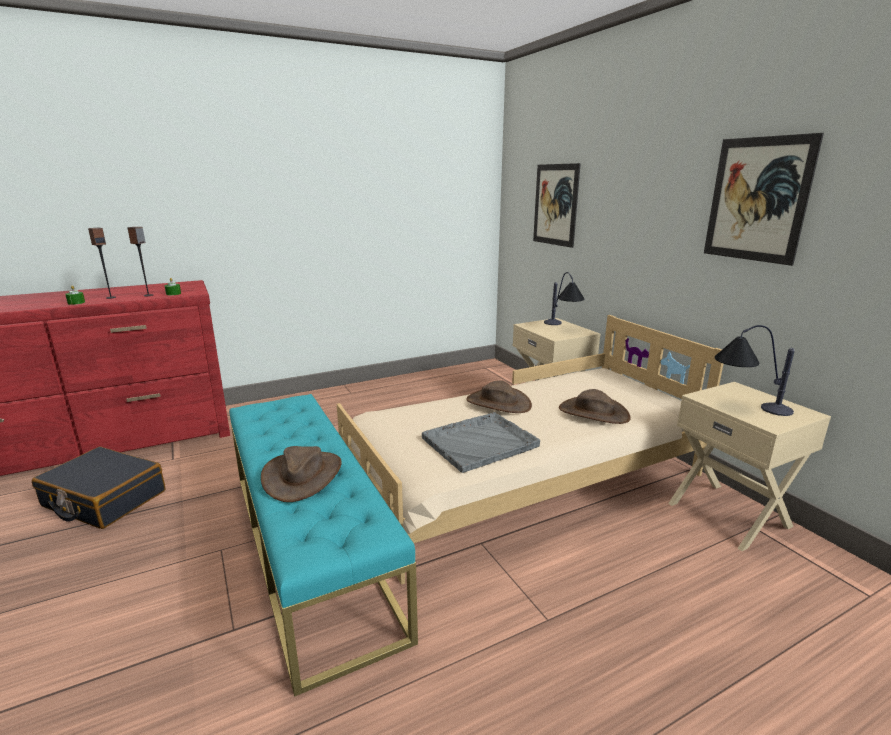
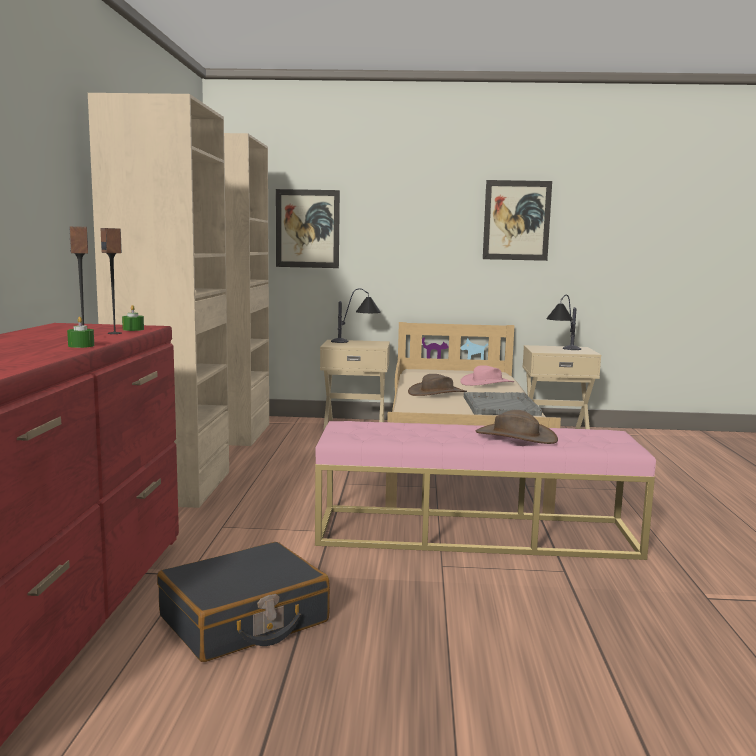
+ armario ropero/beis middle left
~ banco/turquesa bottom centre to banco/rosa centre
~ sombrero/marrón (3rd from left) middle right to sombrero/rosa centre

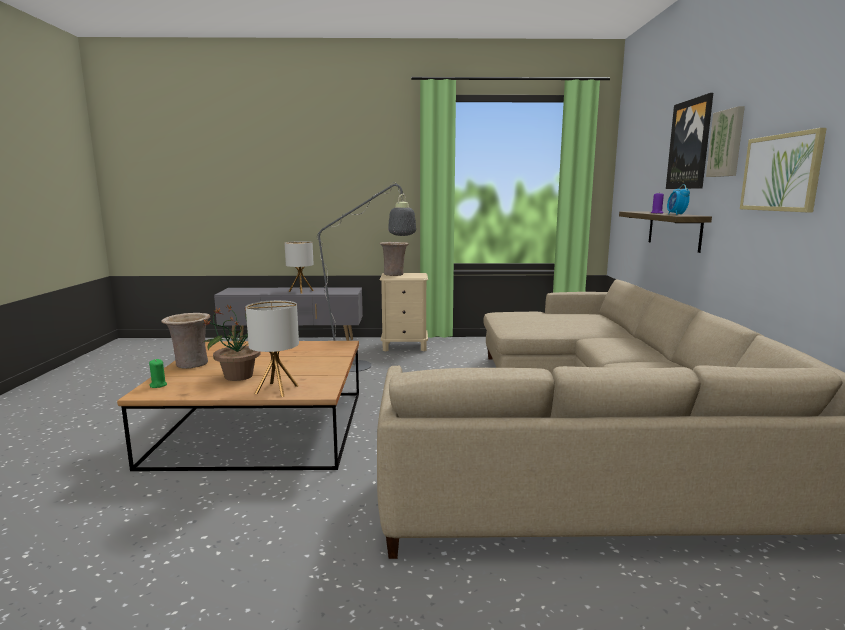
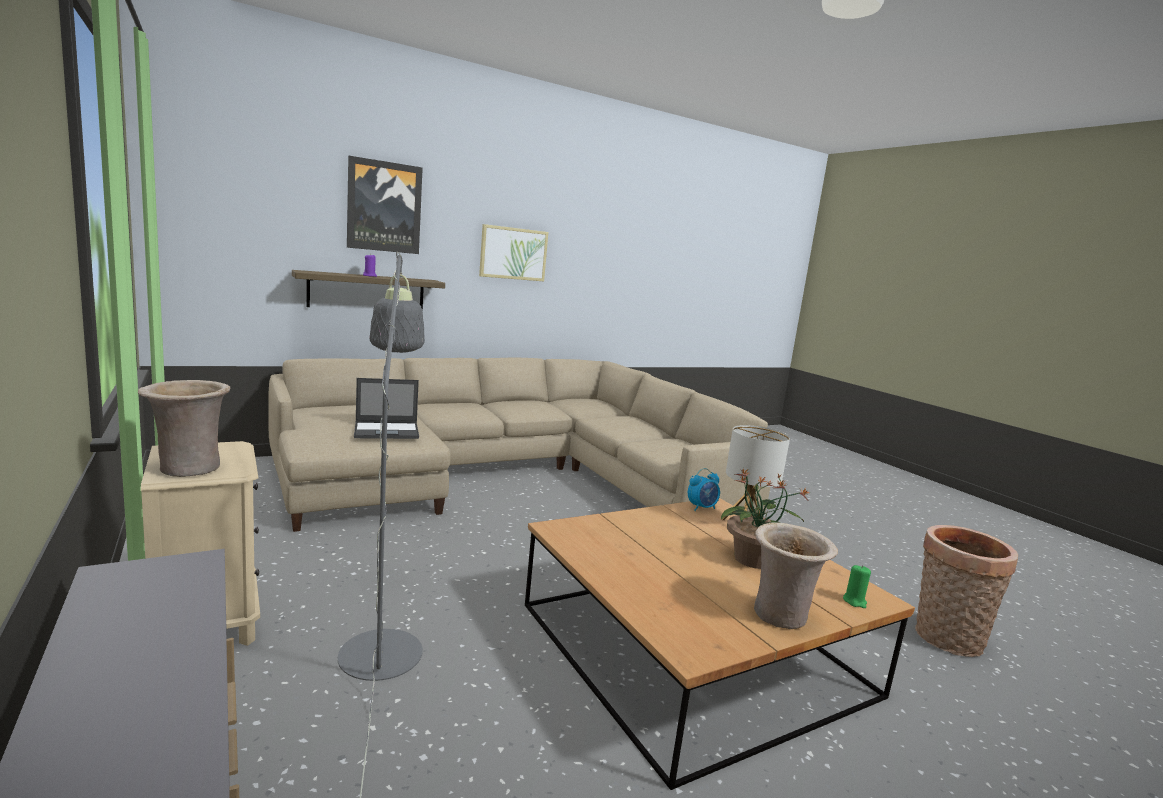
- lámpara de mesa (2nd from left) centre
- cuadro (2nd from left) top right
+ portátil middle left
+ cesta bottom right
~ despertador top right to centre

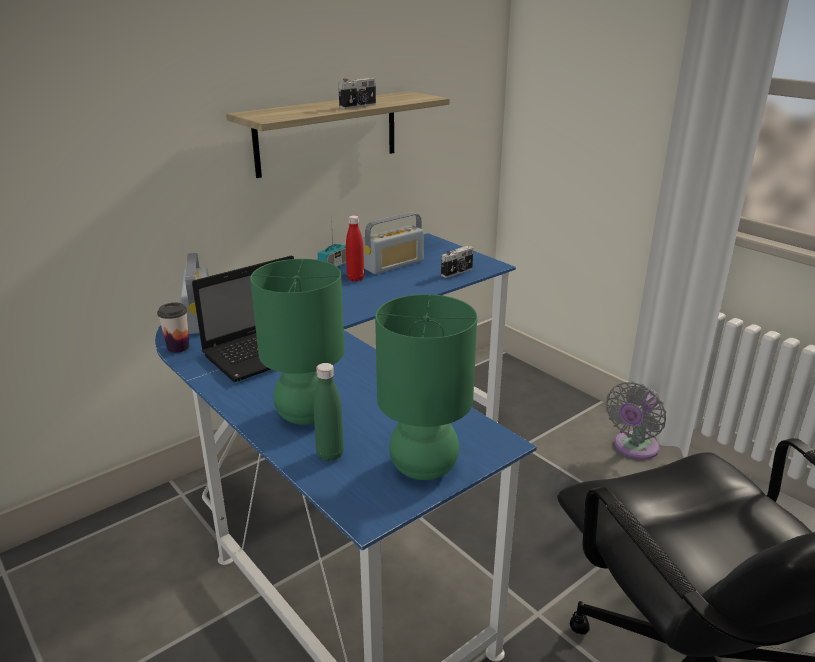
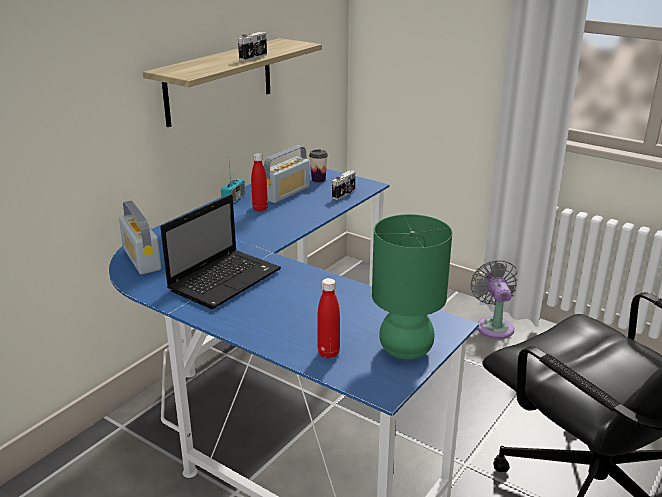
- lámpara de mesa/verde (1st from left) centre
~ taza middle left to centre
~ botella/verde centre to botella/rojo (2nd from left) centre
~ ventilador/gris middle right = middle right 150 degrees clockwise

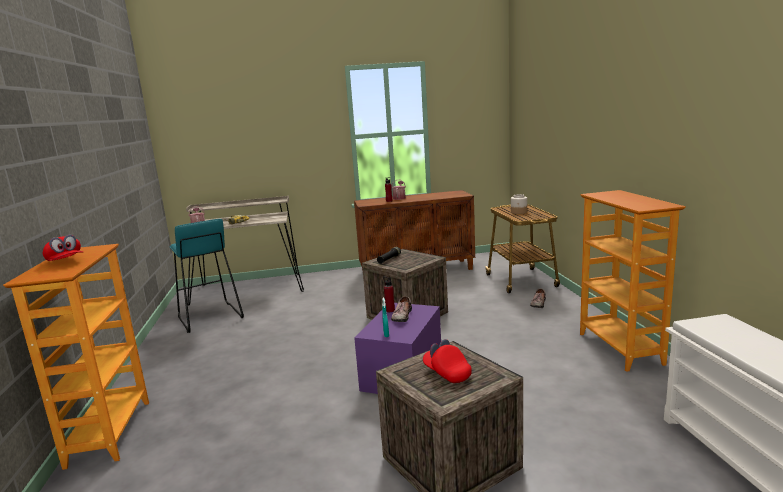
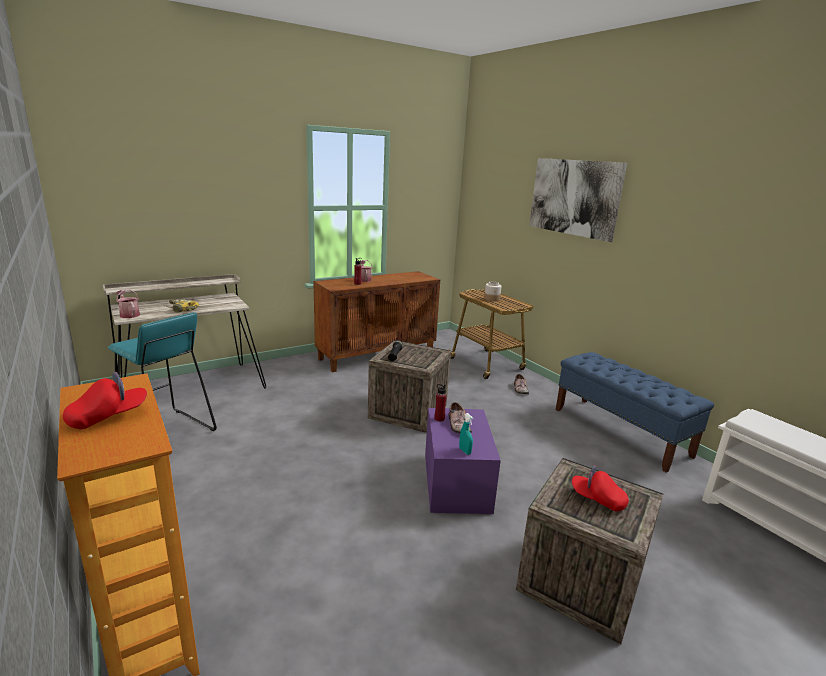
+ cuadro top right
~ estantería (2nd from left) middle right to banco/azul middle right
~ gorra/rojo (1st from left) middle left = middle left 60 degrees counterclockwise

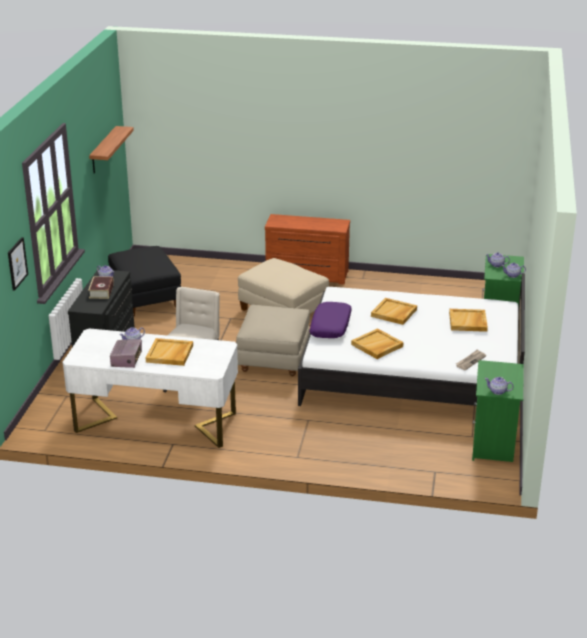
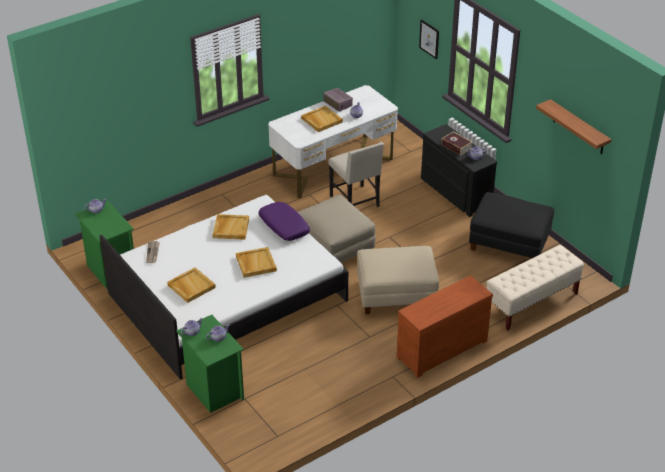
+ banco/beis middle right

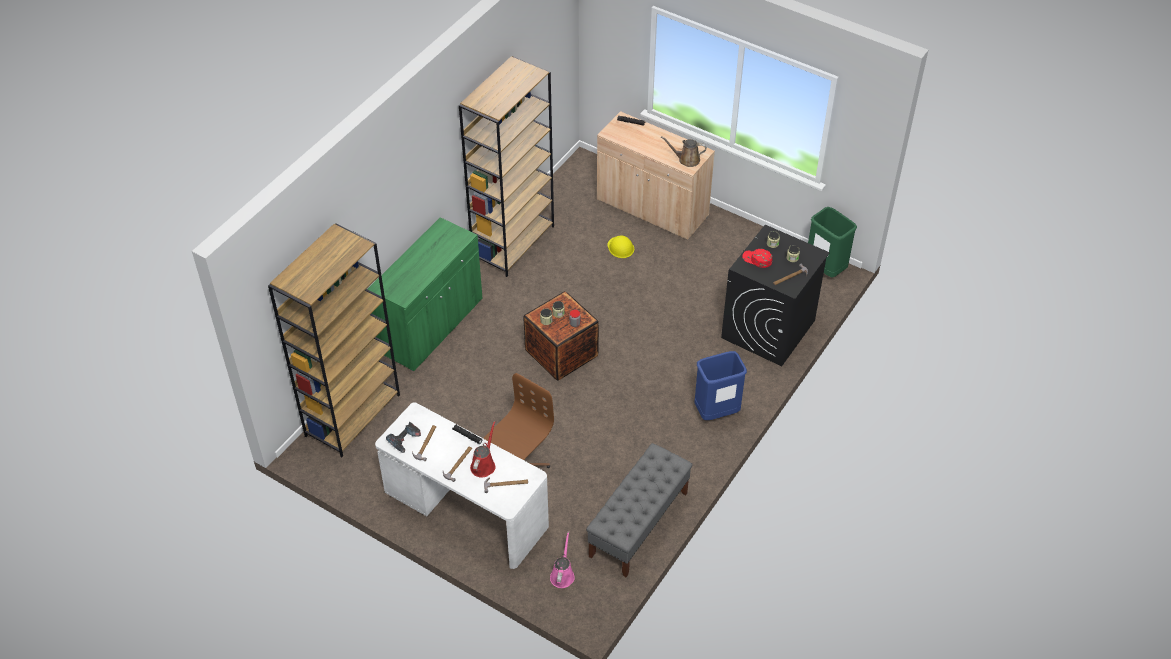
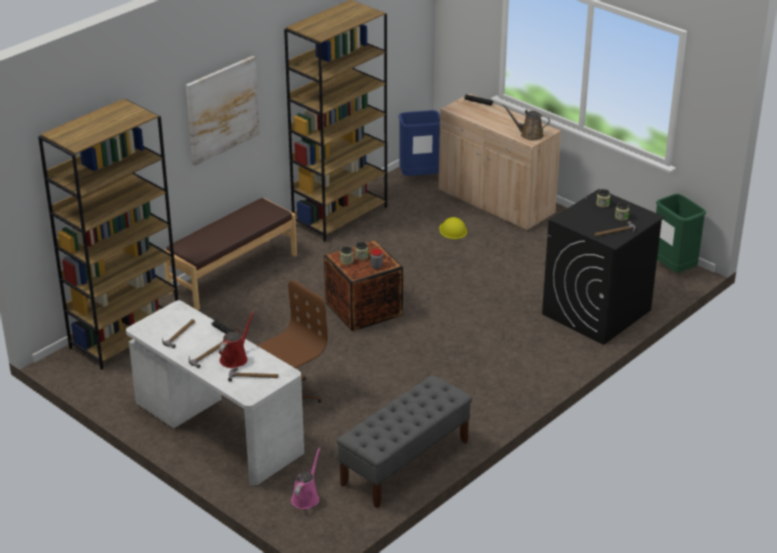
- taladro centre
- gorra/rojo centre
+ cuadro top left
~ papelera/azul centre to top centre
~ armario/verde centre to banco/marrón middle left

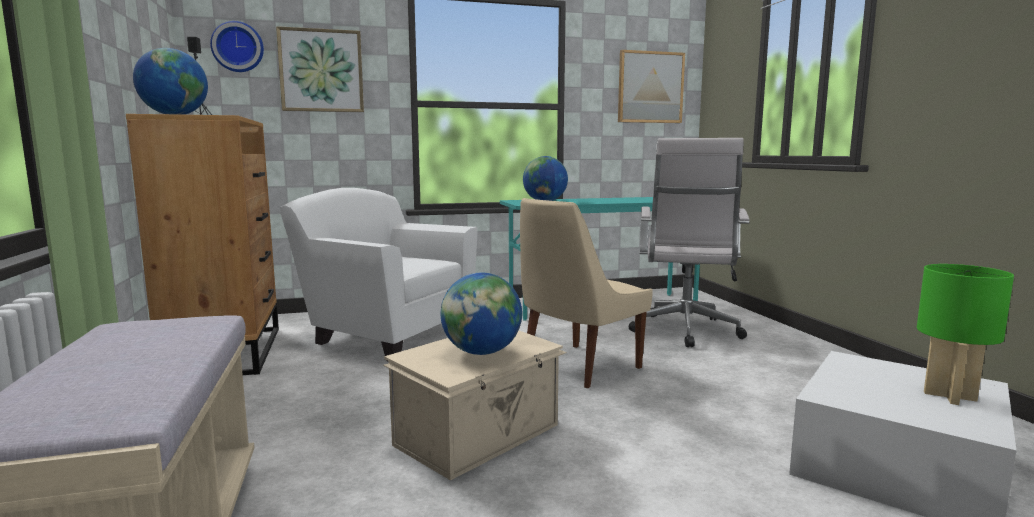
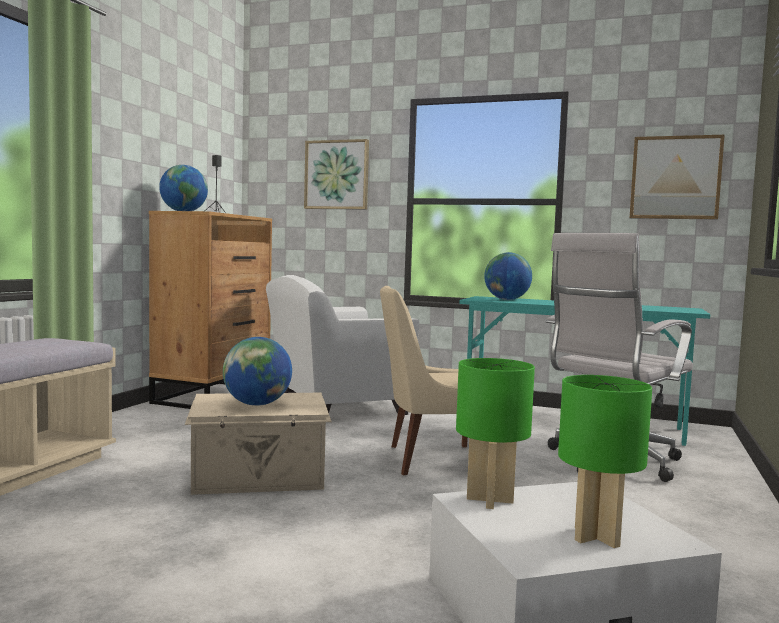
- reloj de pared top left
+ lámpara de mesa/verde (1st from left) bottom centre
~ sillón/blanco centre = centre 90 degrees counterclockwise

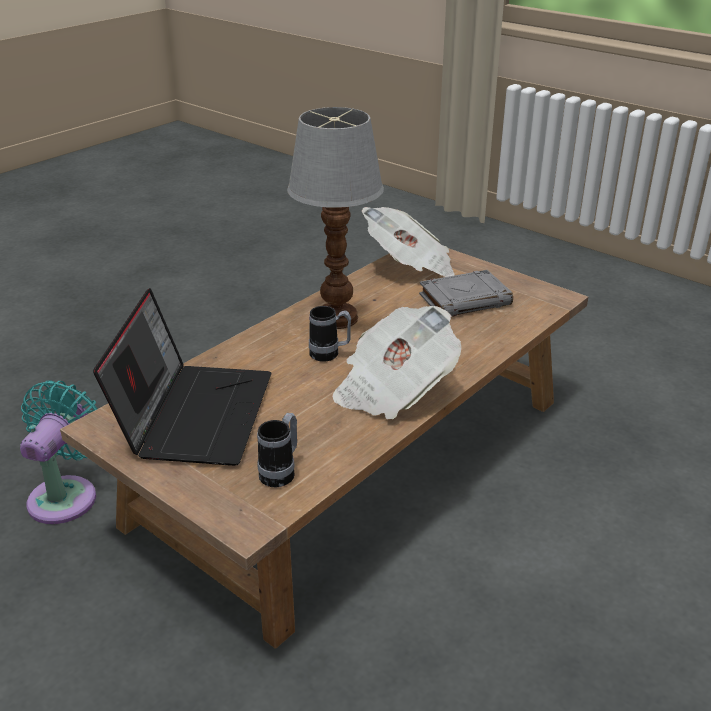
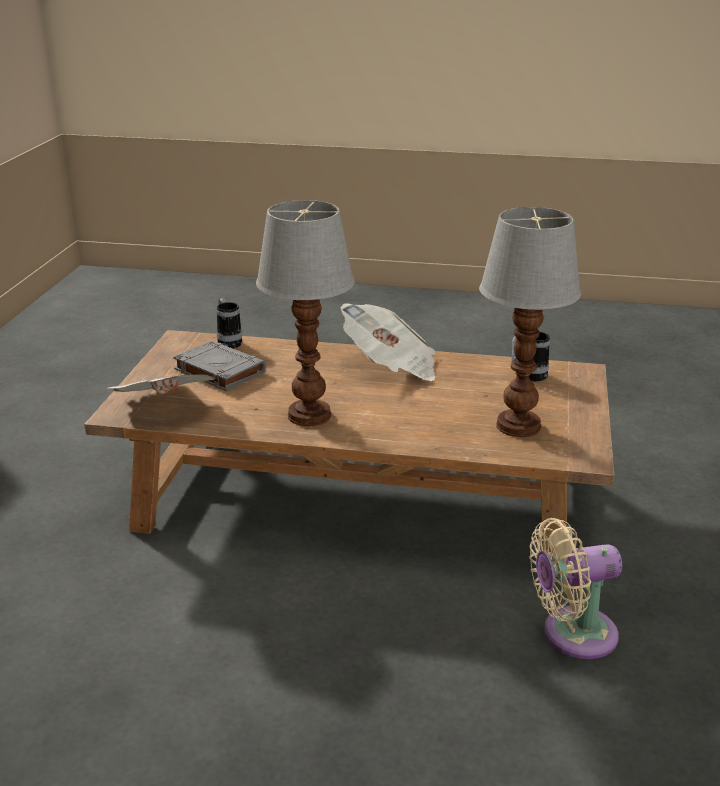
~ taza grande (2nd from left in the first image) centre to taza grande (1st from left) middle left
~ portátil middle left to lámpara de mesa (2nd from left) middle right
~ ventilador/turquesa middle left to ventilador/beis bottom right

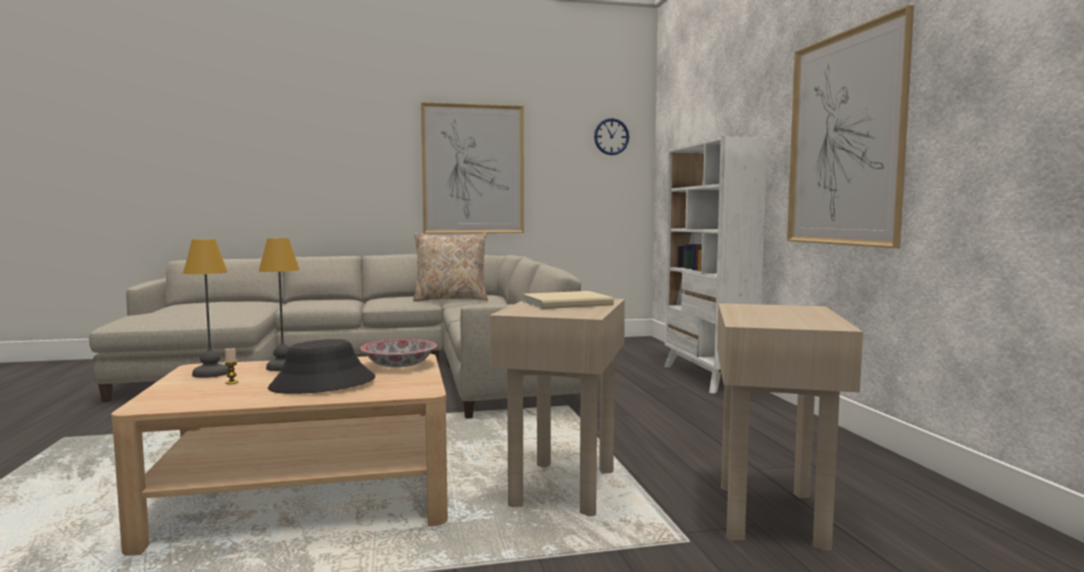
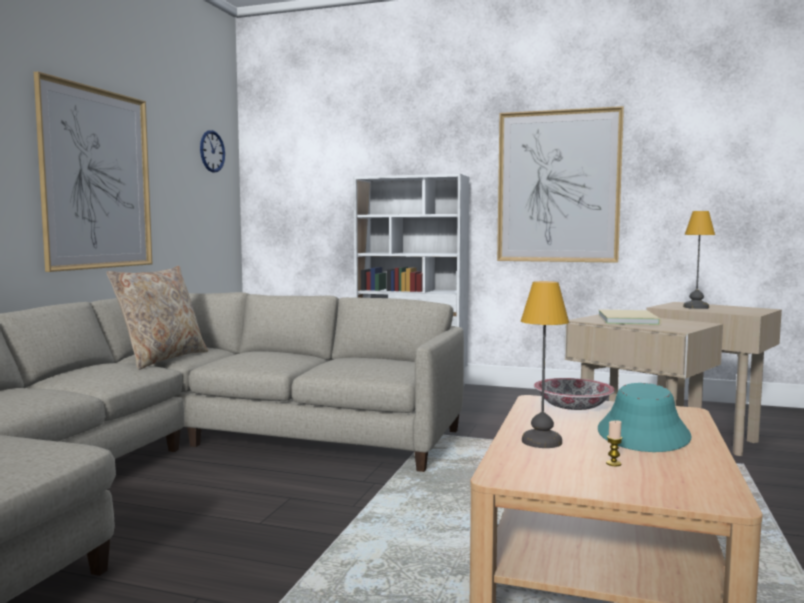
~ lámpara de mesa (1st from left in the first image) middle left to lámpara de mesa (2nd from left) middle right
~ sombrero/negro middle left to sombrero/turquesa bottom right

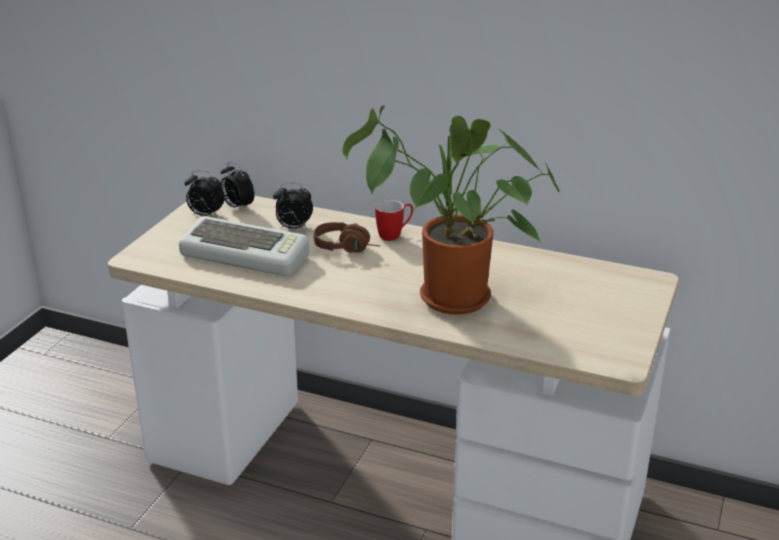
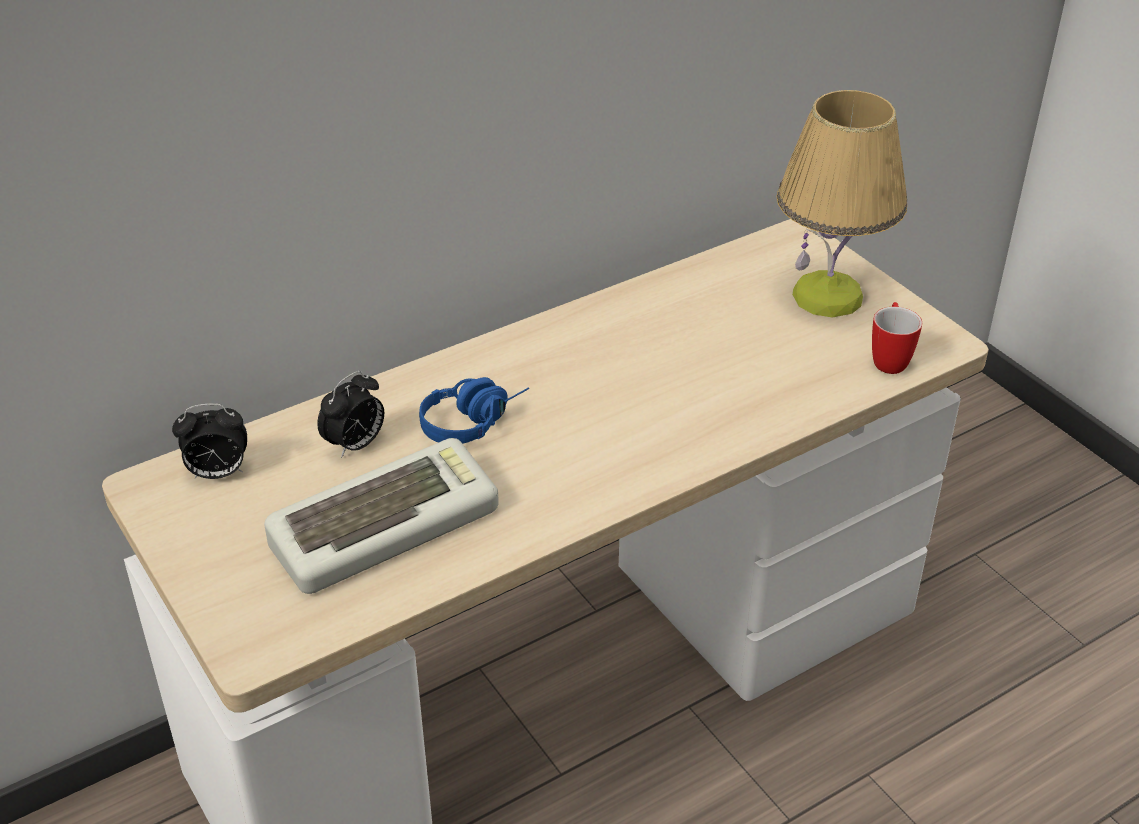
- despertador (1st from left) middle left
- planta en maceta centre
+ lámpara de mesa top right
~ taza grande centre to middle right
~ auriculares/marrón centre to auriculares/azul centre

